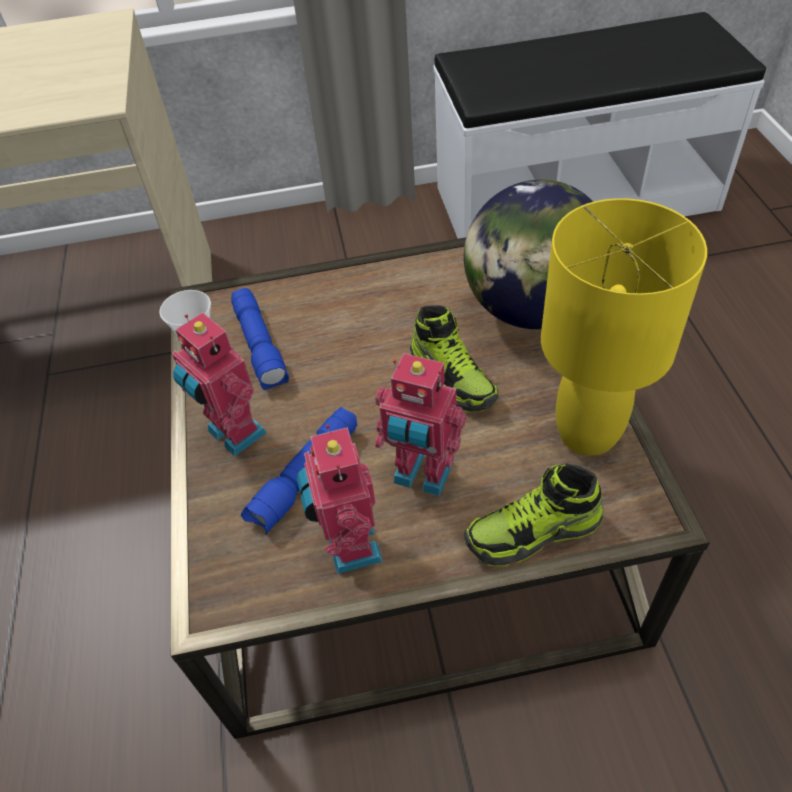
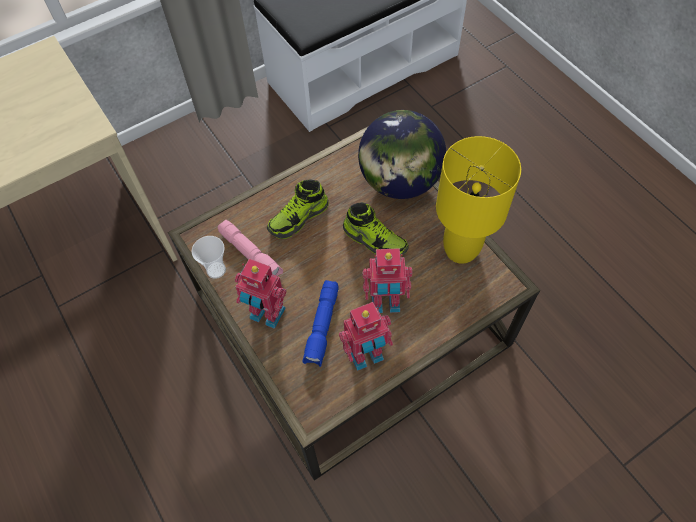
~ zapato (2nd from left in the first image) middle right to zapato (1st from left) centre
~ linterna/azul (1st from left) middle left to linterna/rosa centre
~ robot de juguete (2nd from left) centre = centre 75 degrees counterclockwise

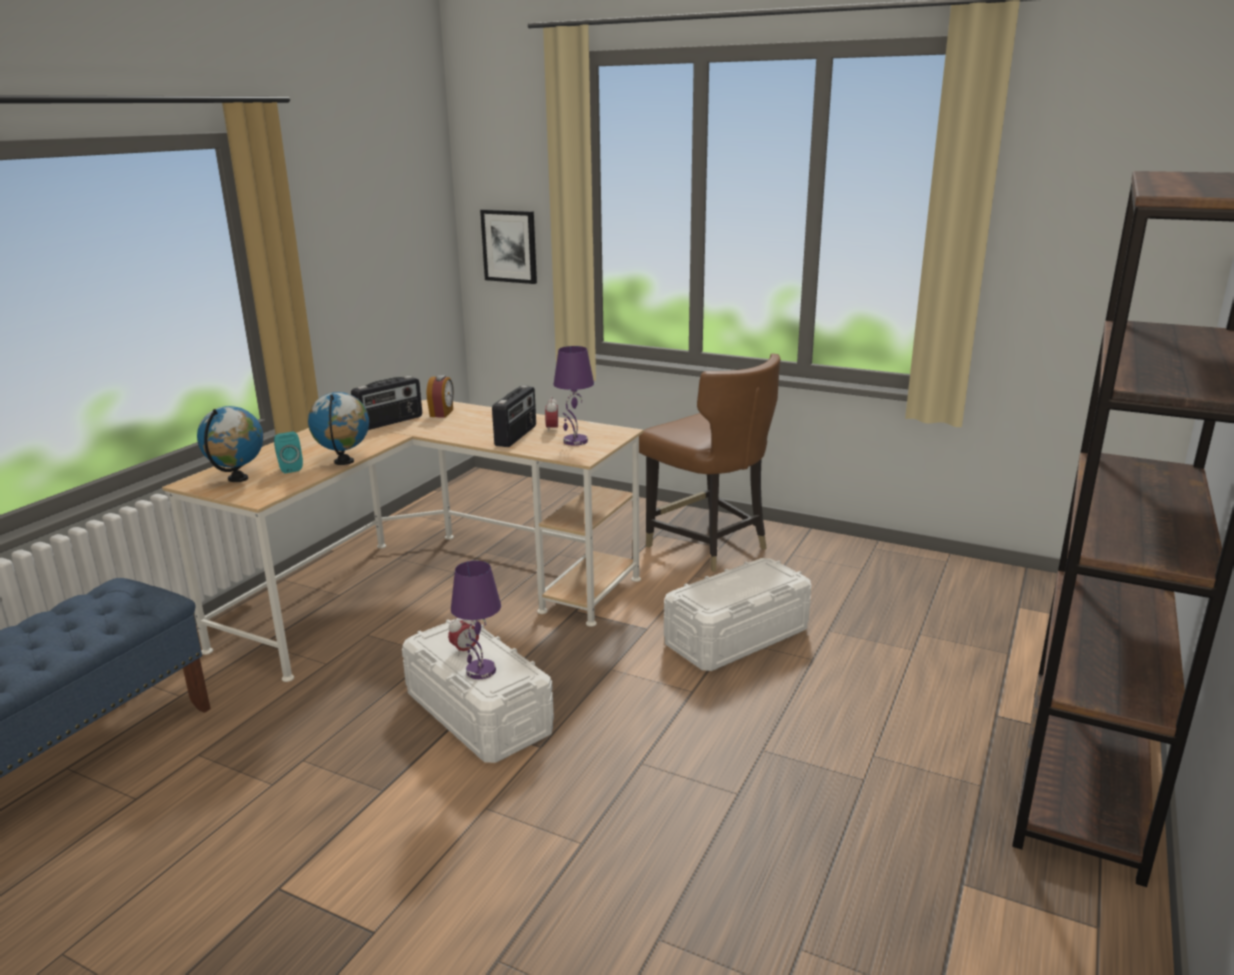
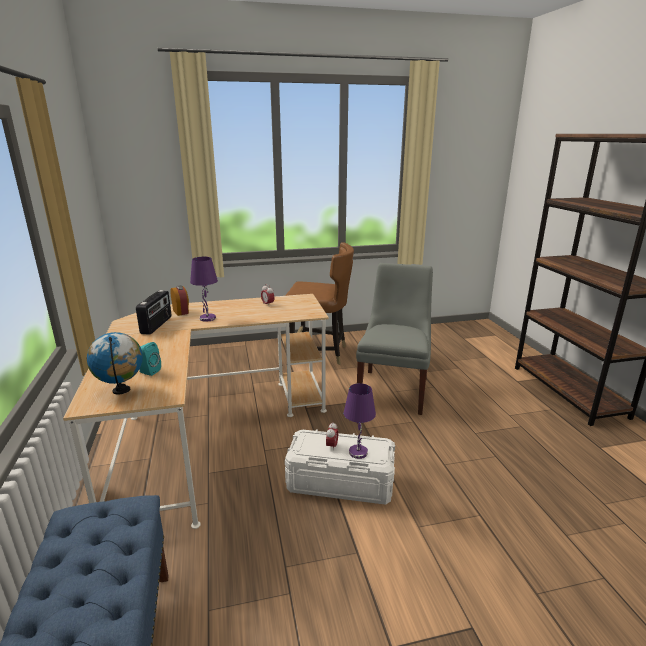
- globo terráqueo (2nd from left) middle left
- cuadro top centre
- radio (2nd from left) centre
~ lámpara de mesa/morado (2nd from left in the first image) centre to lámpara de mesa/morado (1st from left) middle left
~ caja de almacenaje/blanco (2nd from left) centre to silla/gris centre

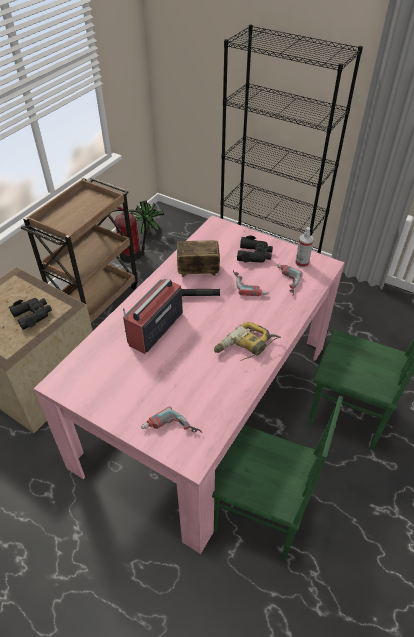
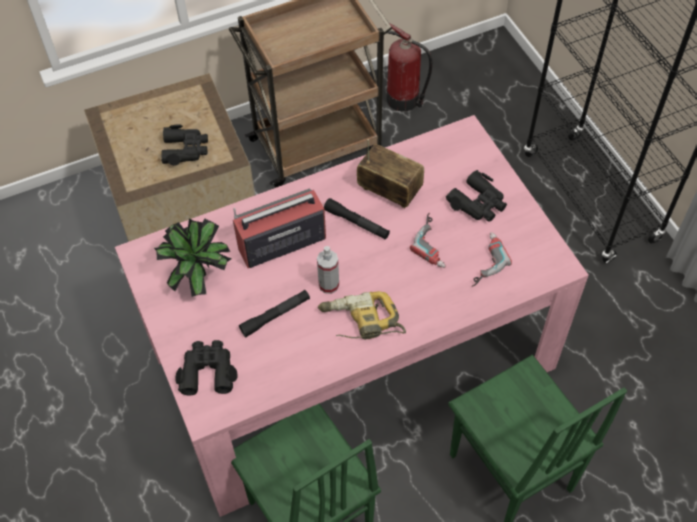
+ linterna/negro (1st from left) centre
~ planta en maceta centre to middle left
~ pulverizador middle right to centre
~ taladro (1st from left) centre to prismáticos/negro (2nd from left) bottom left

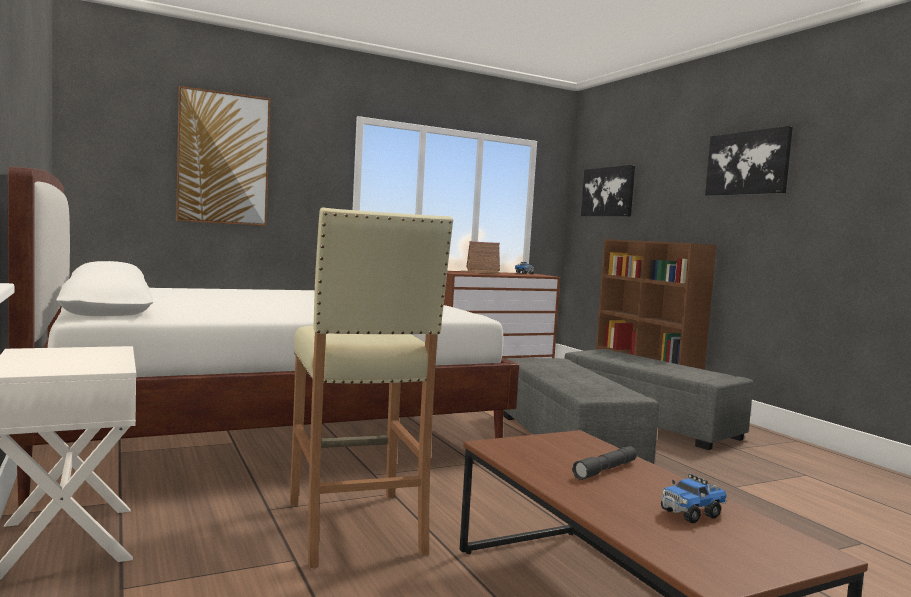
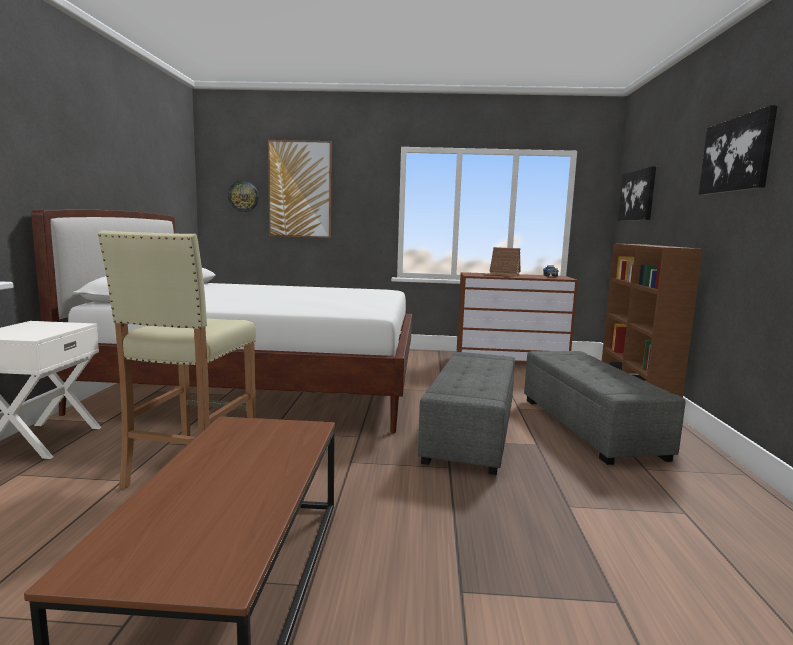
- linterna/gris bottom centre
- camión de juguete (2nd from left) bottom right
+ reloj de pared top left

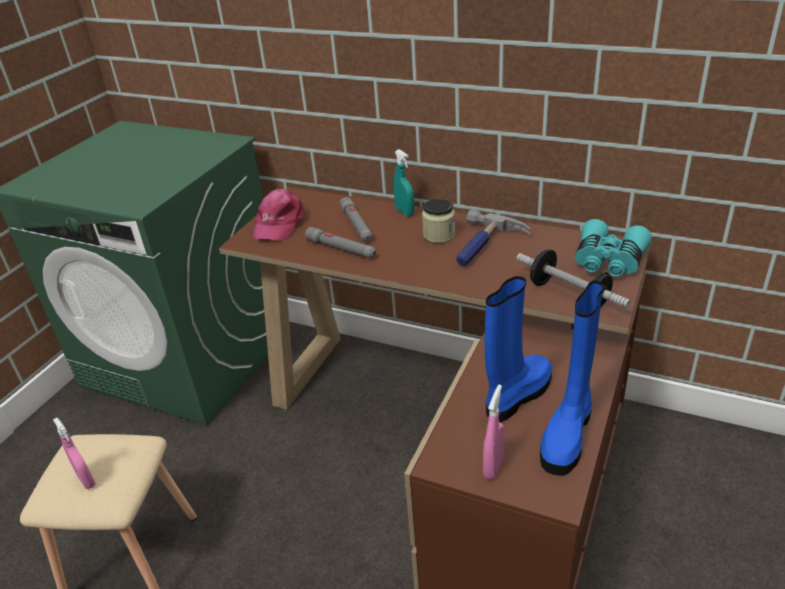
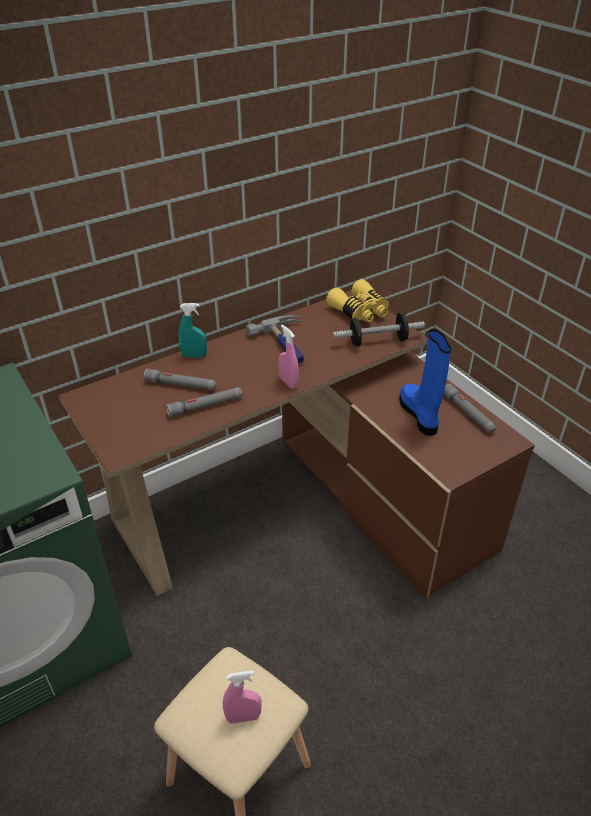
- gorra/rosa centre
- tarro centre
~ pulverizador/rosa (2nd from left) bottom centre to centre
~ bota/azul (2nd from left) middle right to linterna/gris (3rd from left) middle right
~ prismáticos/turquesa middle right to prismáticos/amarillo centre

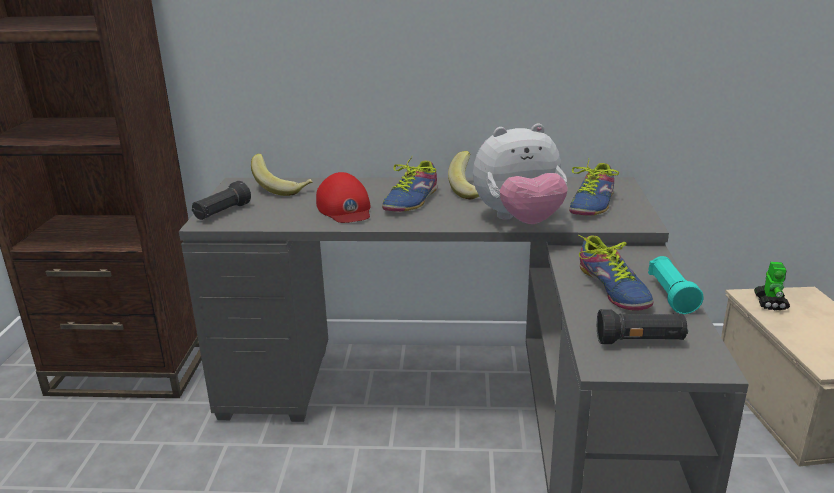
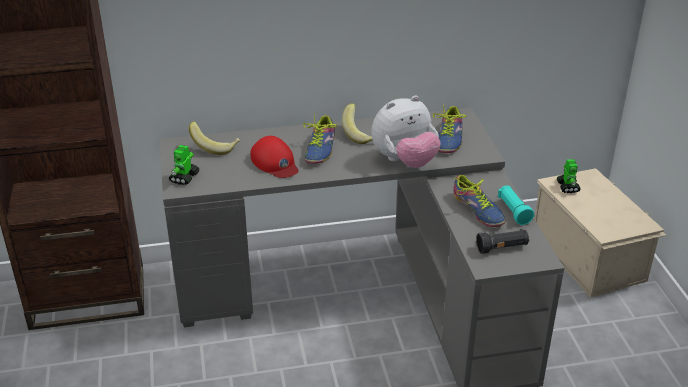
~ linterna/negro (1st from left) middle left to robot de juguete (1st from left) middle left

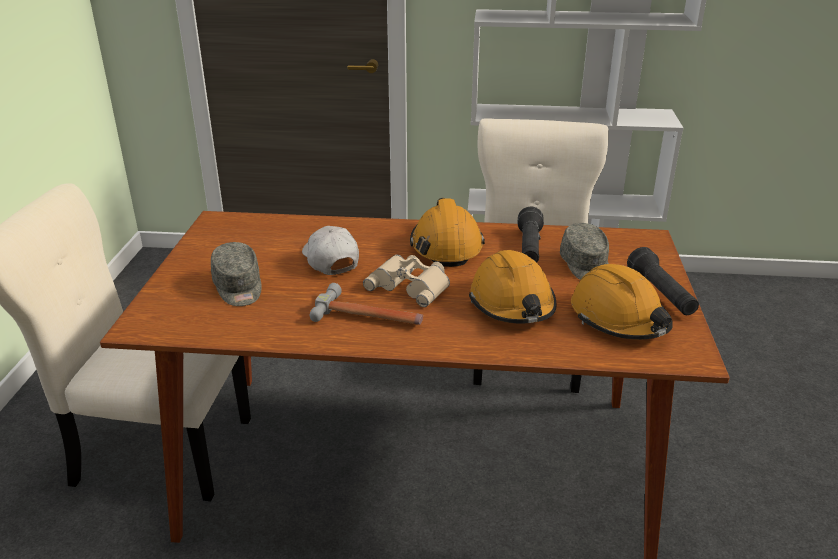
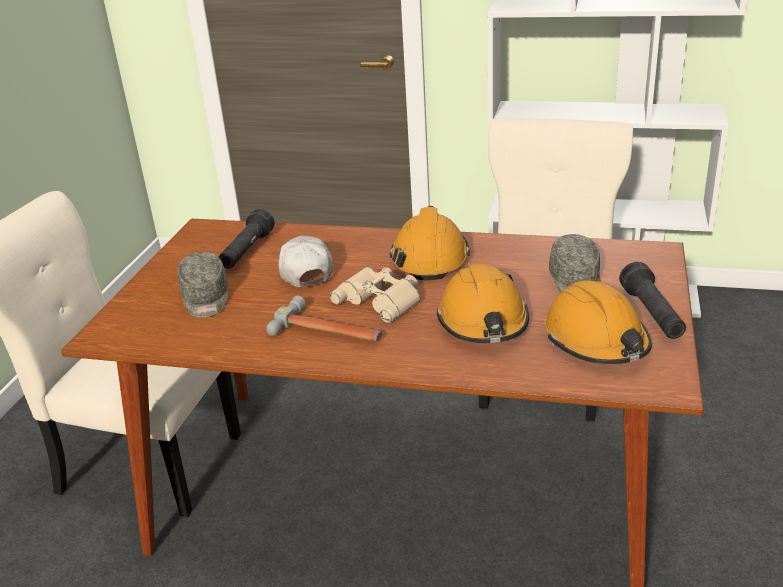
~ linterna/negro (1st from left) centre to middle left

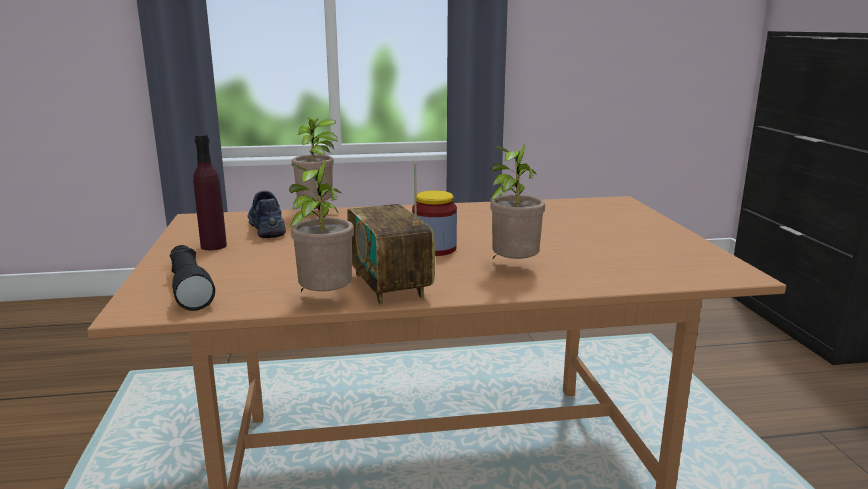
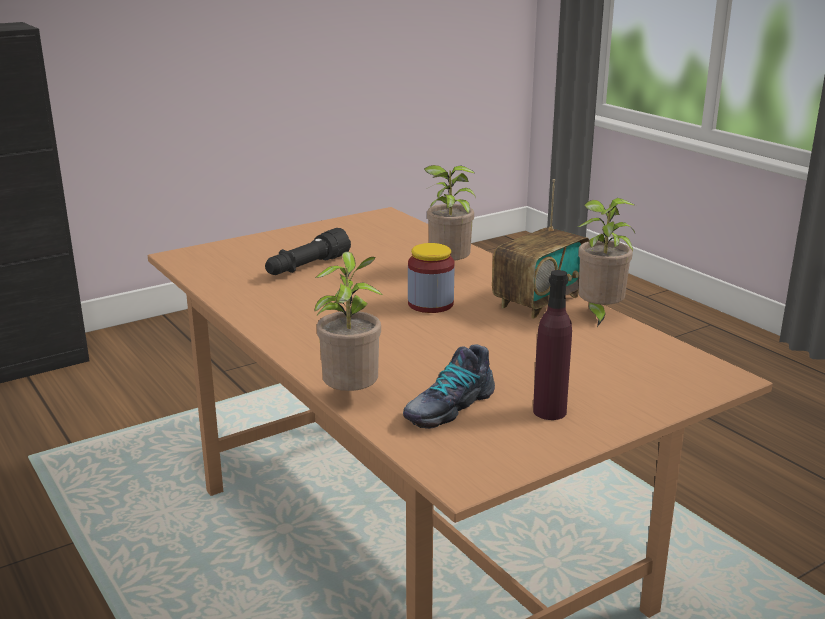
~ linterna/negro middle left to centre

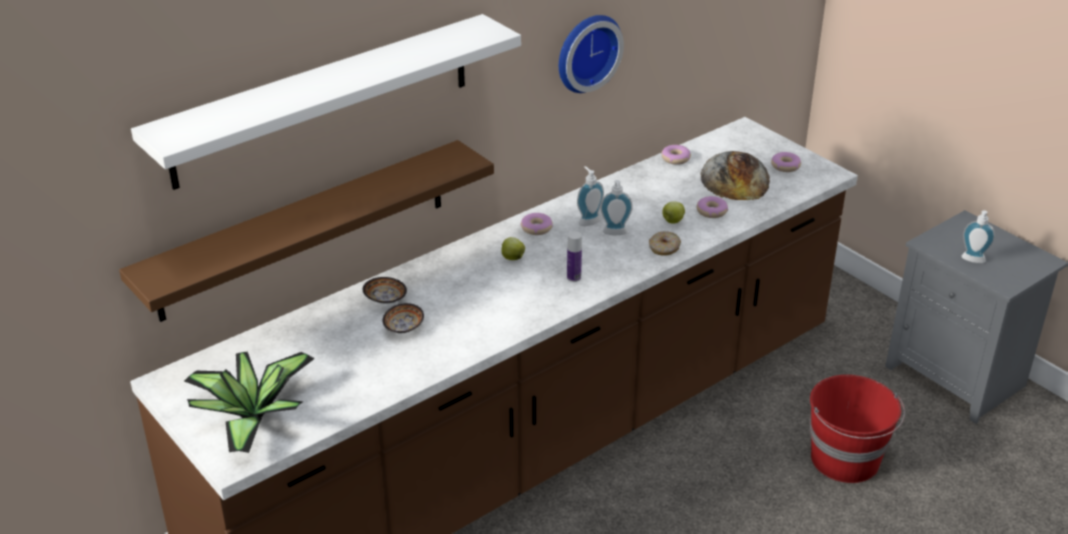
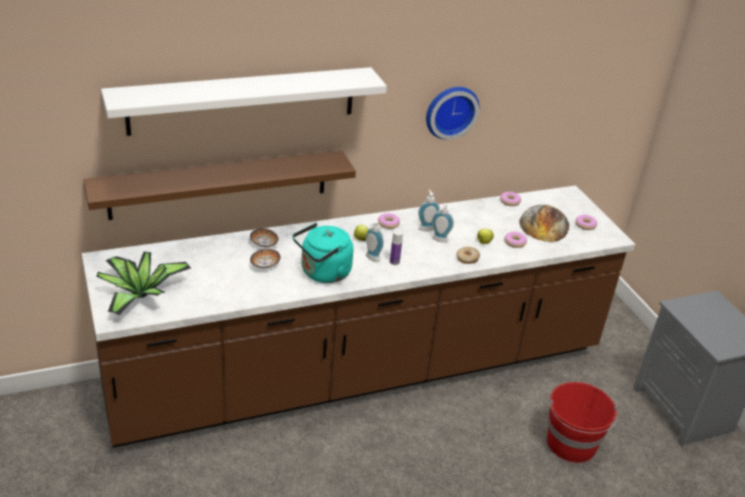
+ hervidor/turquesa centre
~ dispensador de jabón (3rd from left in the first image) middle right to dispensador de jabón (1st from left) centre

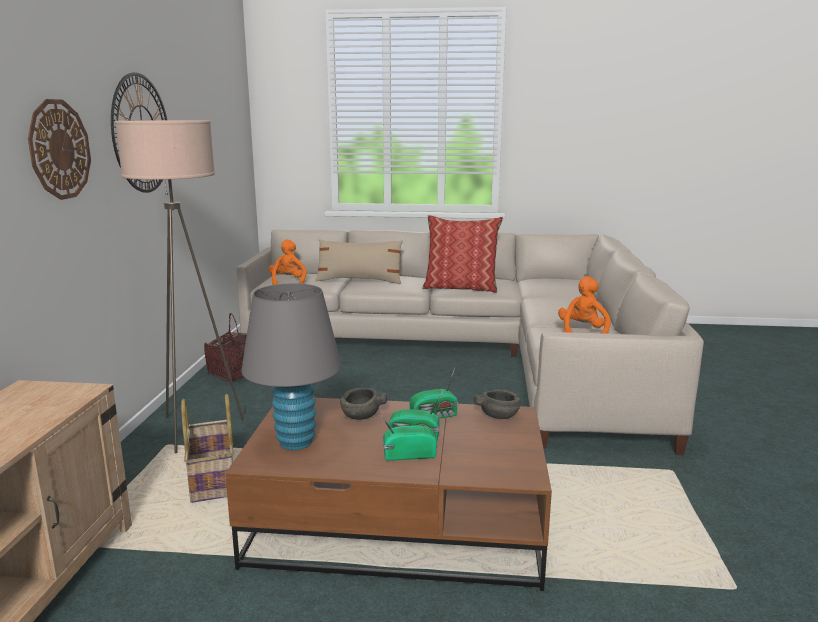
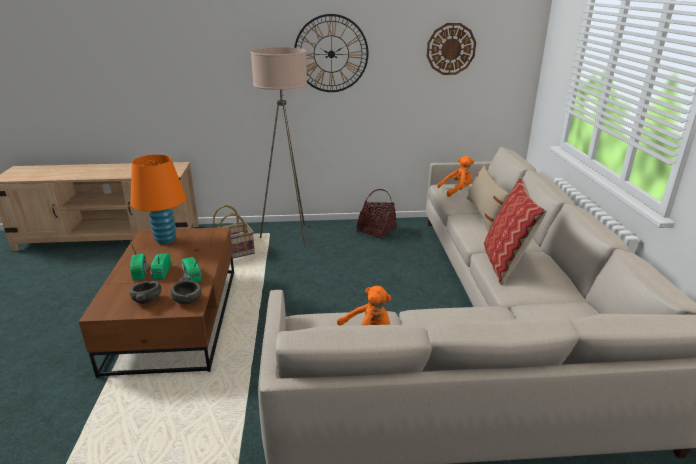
~ reloj de pared (1st from left in the first image) top left to reloj de pared (2nd from left) top centre
~ cuenco/gris (1st from left) centre to middle left
~ lámpara de mesa/gris centre to lámpara de mesa/naranja middle left

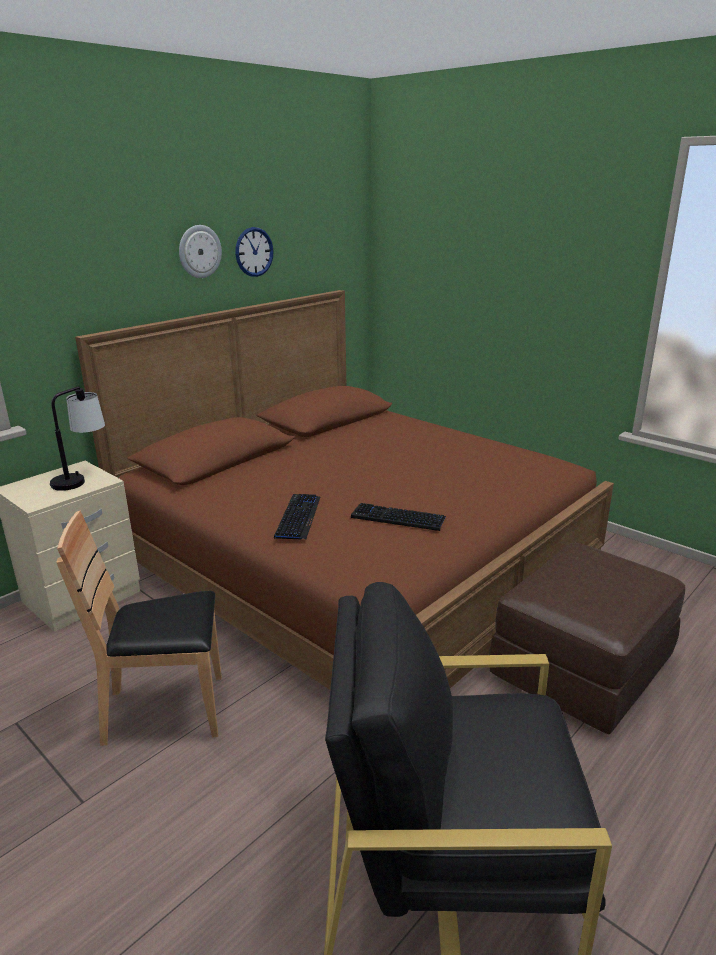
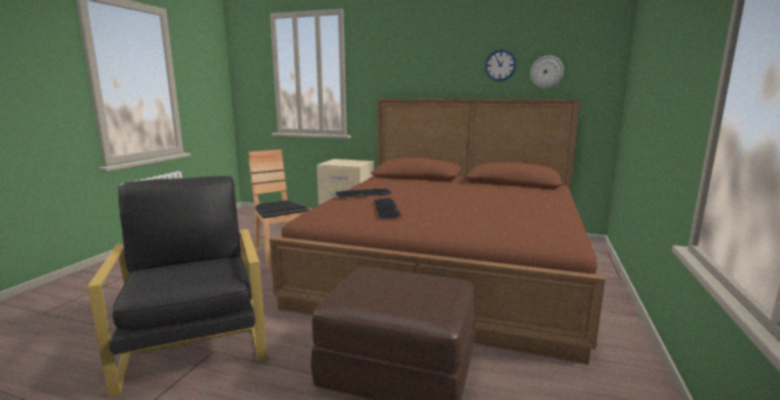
- lámpara de mesa middle left
~ reloj de pared (1st from left in the first image) top left to reloj de pared (2nd from left) top right

